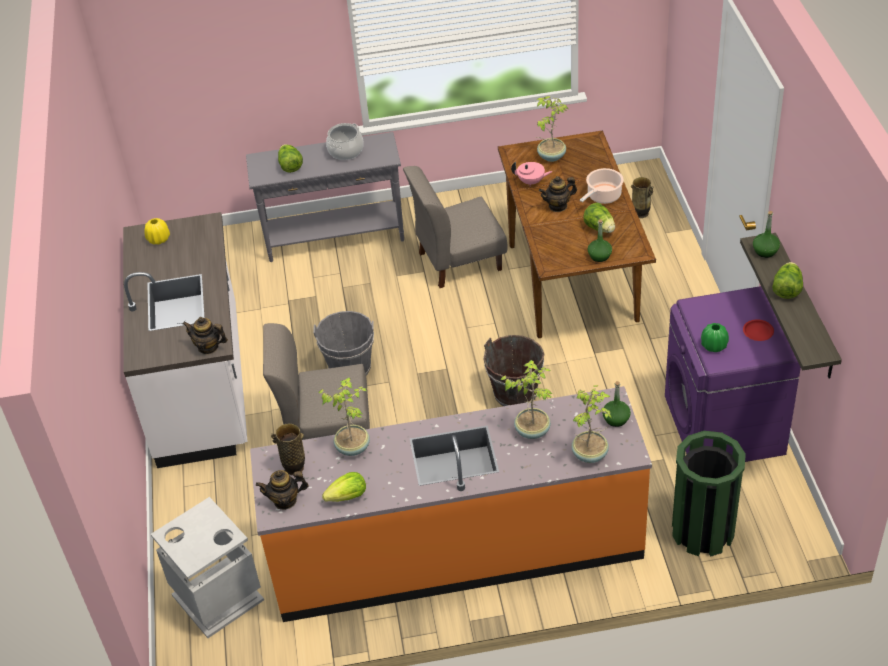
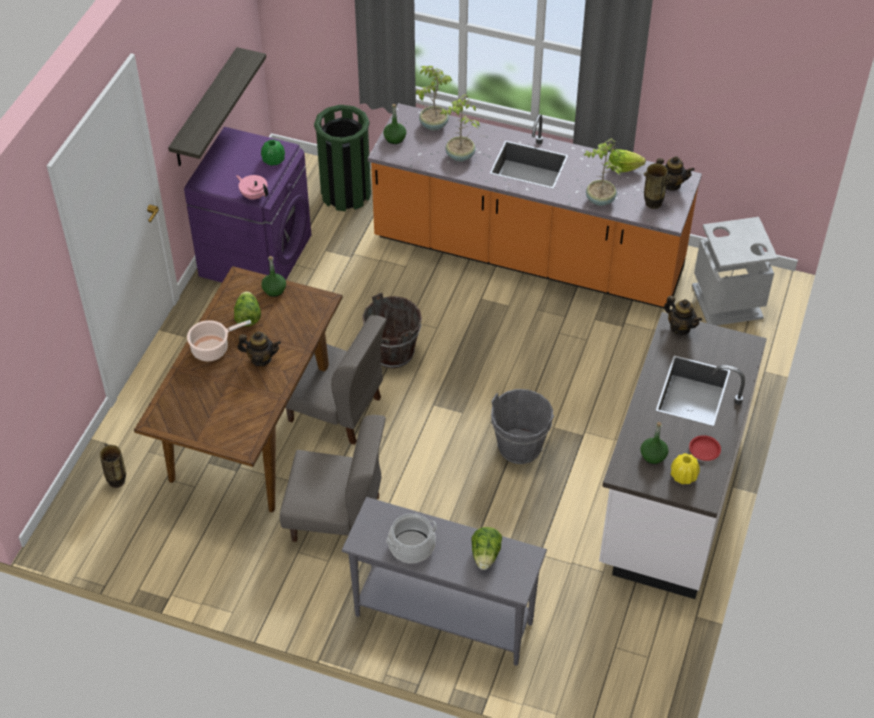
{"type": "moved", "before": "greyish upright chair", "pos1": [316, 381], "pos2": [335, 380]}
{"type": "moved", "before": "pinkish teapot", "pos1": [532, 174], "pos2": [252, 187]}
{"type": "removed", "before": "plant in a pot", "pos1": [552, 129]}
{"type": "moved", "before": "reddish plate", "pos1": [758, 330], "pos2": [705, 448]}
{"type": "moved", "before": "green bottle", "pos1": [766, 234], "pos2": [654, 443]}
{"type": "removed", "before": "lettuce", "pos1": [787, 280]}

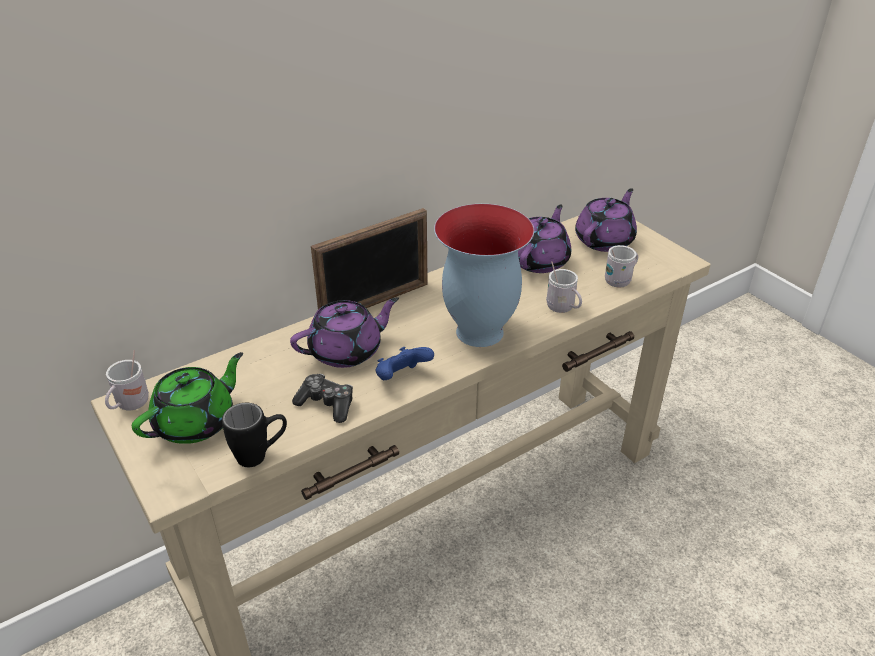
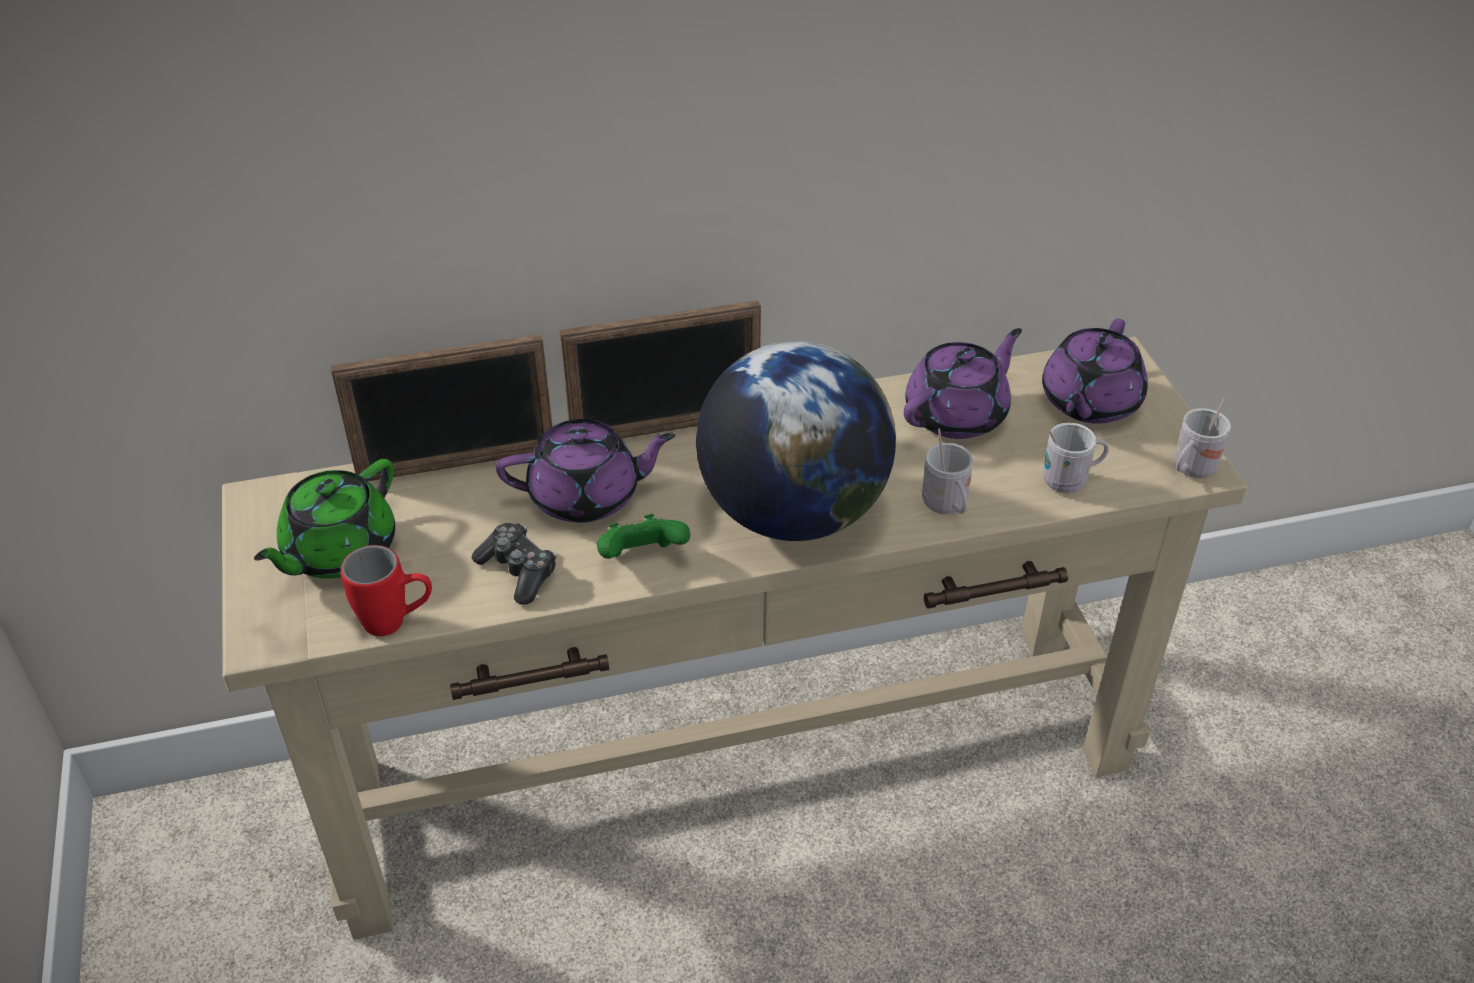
{"type": "moved", "before": "white-coloured coffee mug", "pos1": [127, 380], "pos2": [1202, 438]}
{"type": "turned", "before": "green teapot", "pos1": [187, 398], "pos2": [324, 519], "turn": 150}
{"type": "recoloured", "before": "black-coloured coffee mug", "after": "reddish coffee mug", "pos1": [254, 435], "pos2": [386, 590]}
{"type": "recoloured", "before": "blue game controller", "after": "green game controller", "pos1": [404, 363], "pos2": [643, 536]}
{"type": "replaced", "before": "flower vase", "after": "globe", "pos1": [484, 275], "pos2": [796, 441]}
{"type": "turned", "before": "purple teapot", "pos1": [606, 220], "pos2": [1095, 371], "turn": 150}
{"type": "added", "after": "photo frame", "pos2": [441, 407]}

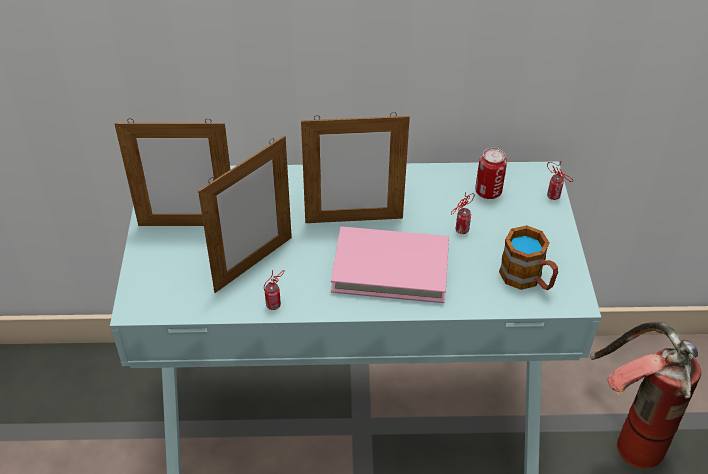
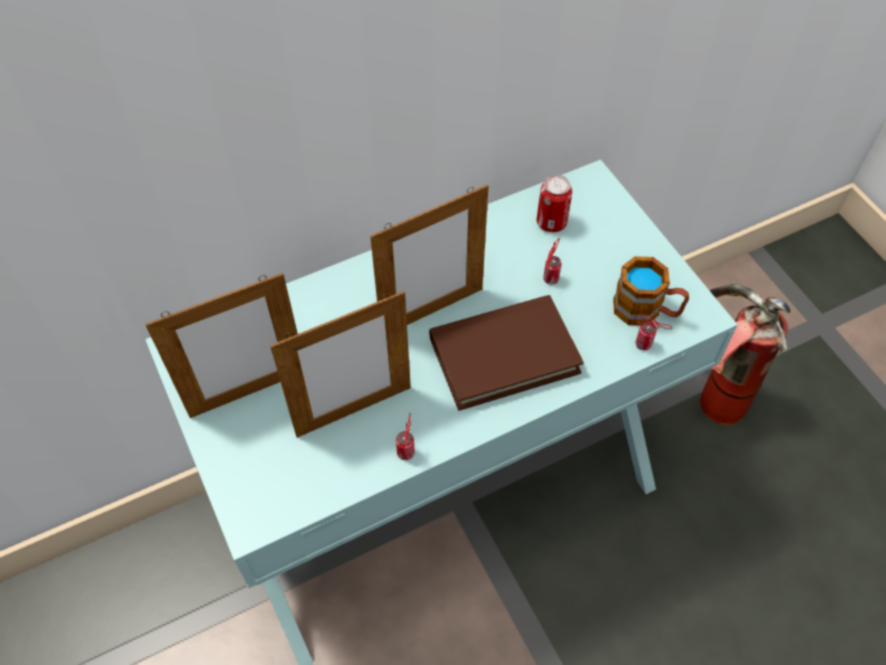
{"type": "turned", "before": "photo frame", "pos1": [245, 214], "pos2": [340, 364], "turn": 45}
{"type": "recoloured", "before": "pinkish volume", "after": "brownish volume", "pos1": [390, 265], "pos2": [506, 353]}
{"type": "moved", "before": "metal can", "pos1": [560, 181], "pos2": [653, 331]}

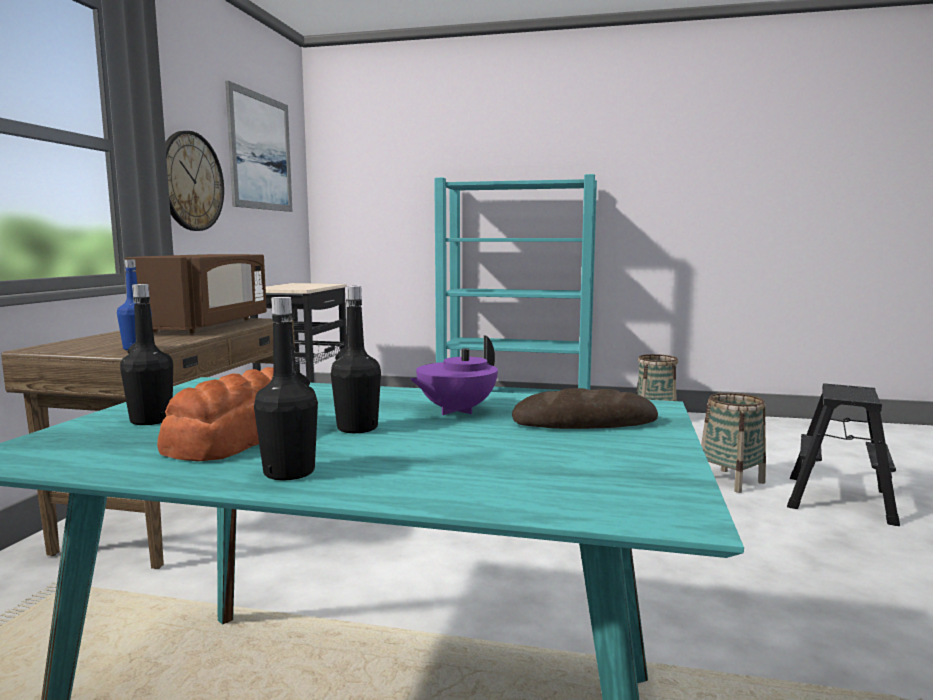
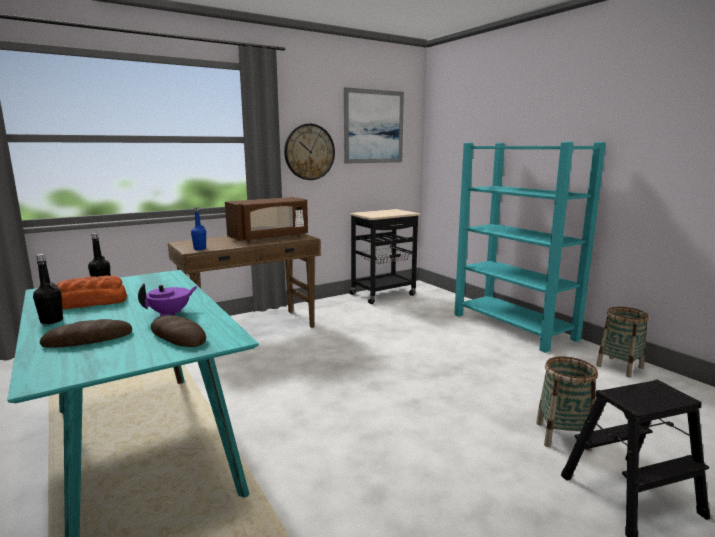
{"type": "removed", "before": "black-coloured bottle", "pos1": [356, 359]}
{"type": "turned", "before": "purple teapot", "pos1": [454, 375], "pos2": [168, 300], "turn": 135}
{"type": "added", "after": "baked bread", "pos2": [86, 333]}

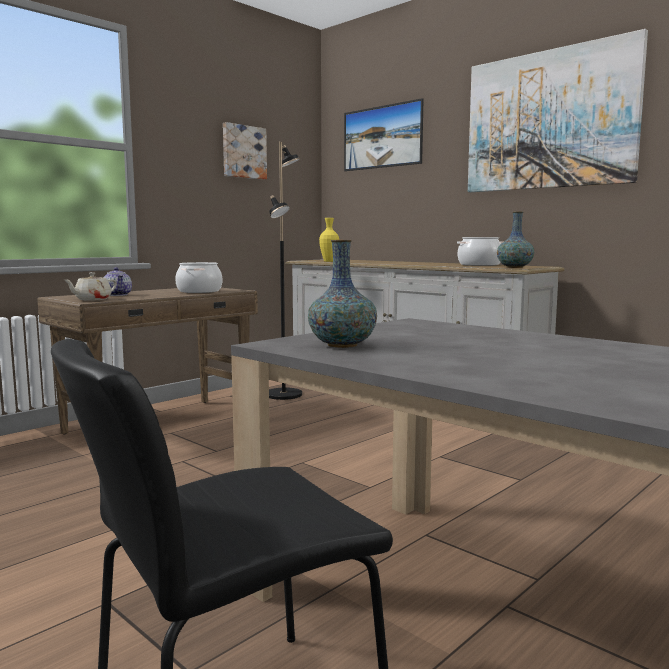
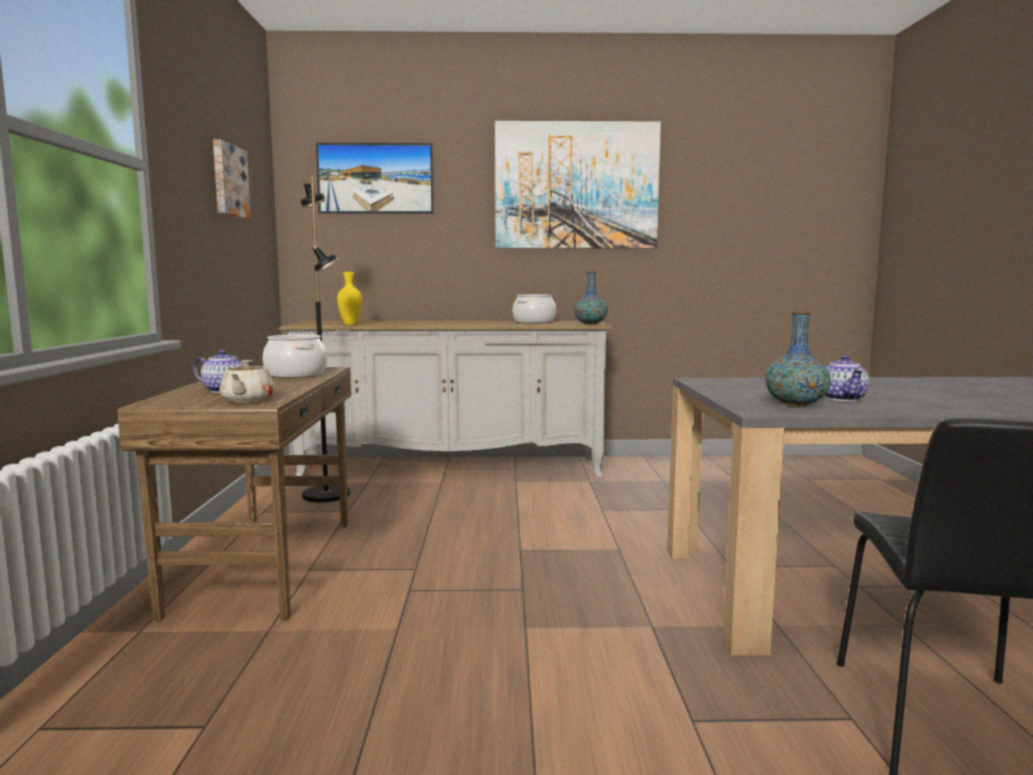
{"type": "added", "after": "teapot", "pos2": [847, 378]}

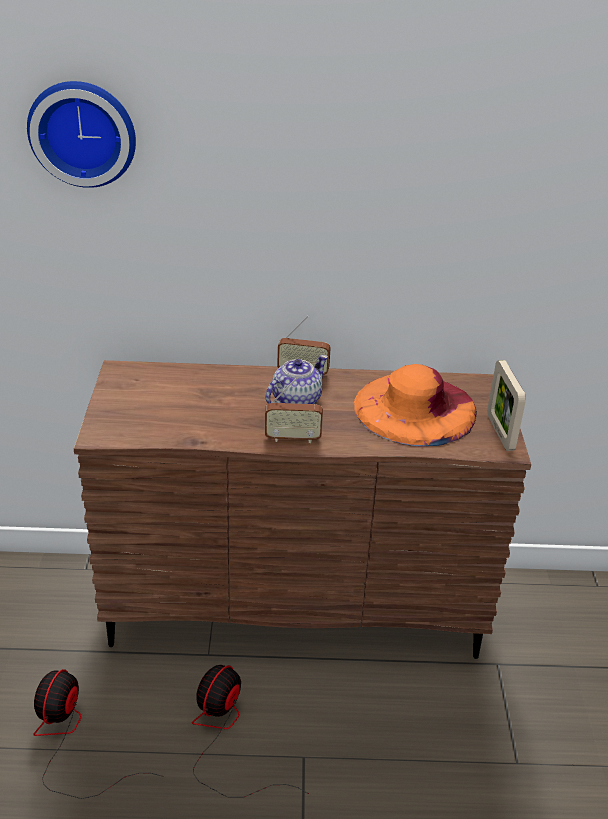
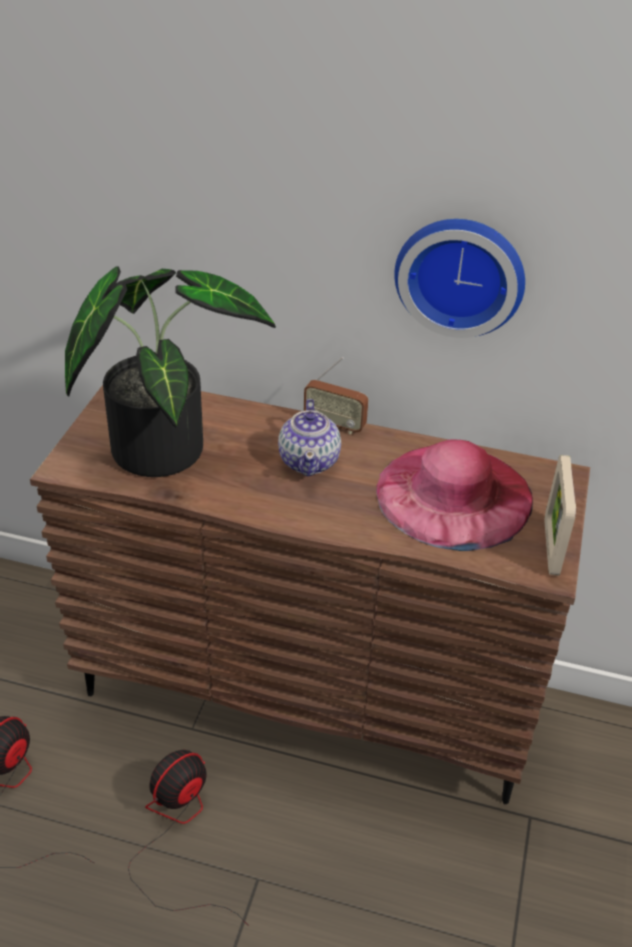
{"type": "moved", "before": "hanging clock", "pos1": [81, 134], "pos2": [459, 278]}
{"type": "turned", "before": "teapot", "pos1": [296, 379], "pos2": [309, 437], "turn": 120}
{"type": "removed", "before": "radio set", "pos1": [294, 410]}
{"type": "recoloured", "before": "orange wearable hat", "after": "pinkish wearable hat", "pos1": [415, 405], "pos2": [454, 495]}
{"type": "added", "after": "plant in a pot", "pos2": [170, 371]}

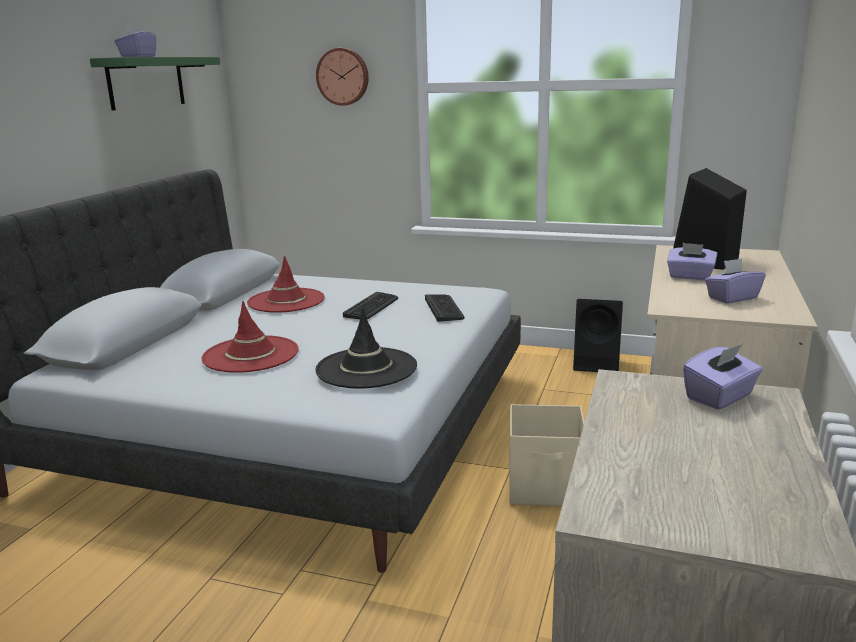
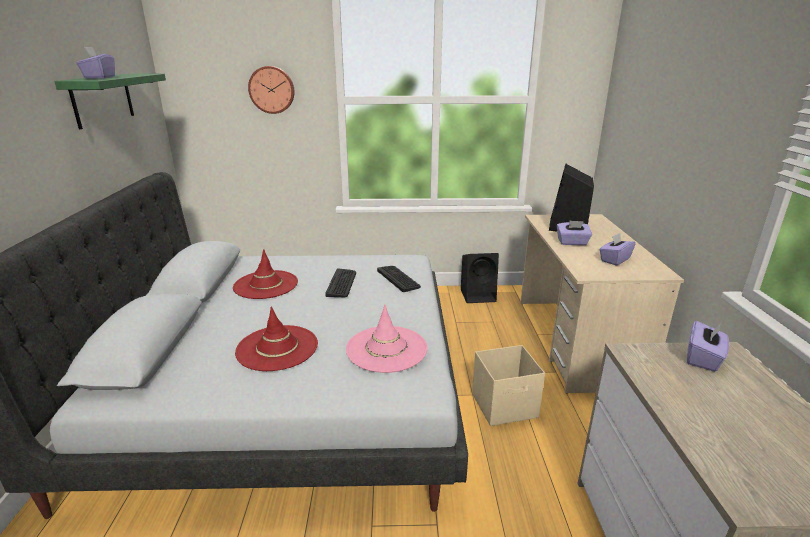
{"type": "recoloured", "before": "black-coloured wearable hat", "after": "pinkish wearable hat", "pos1": [366, 349], "pos2": [386, 339]}

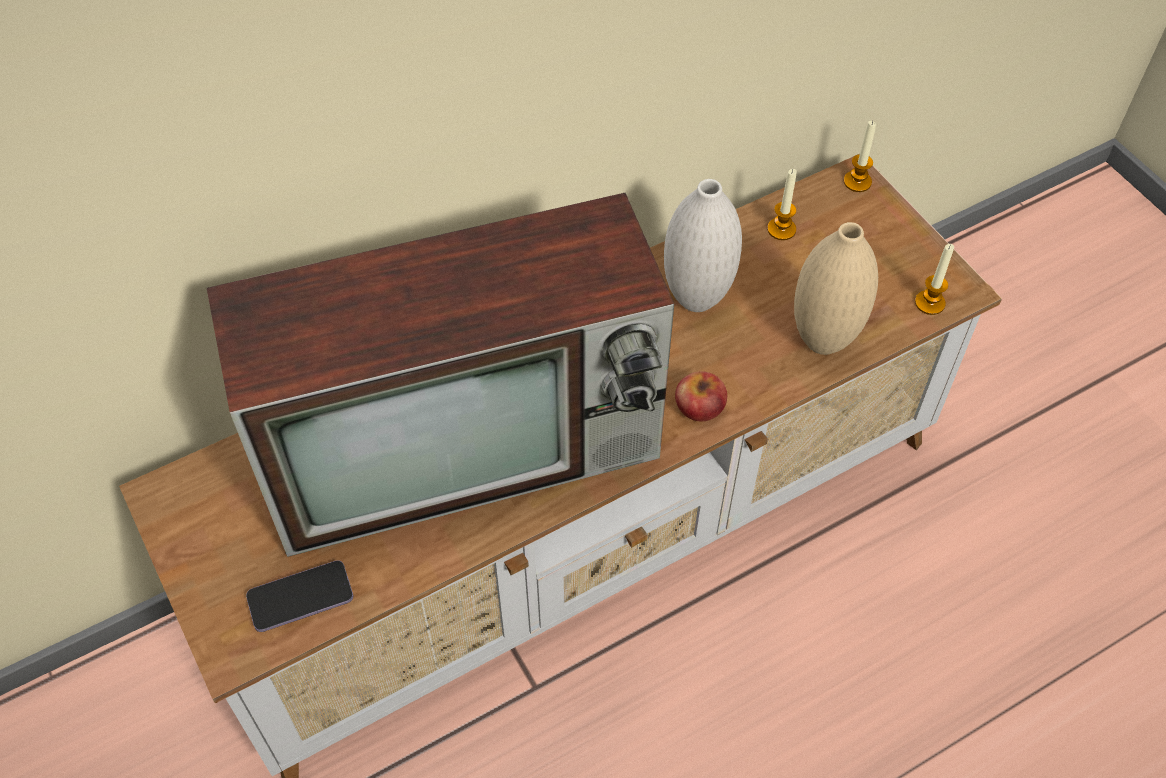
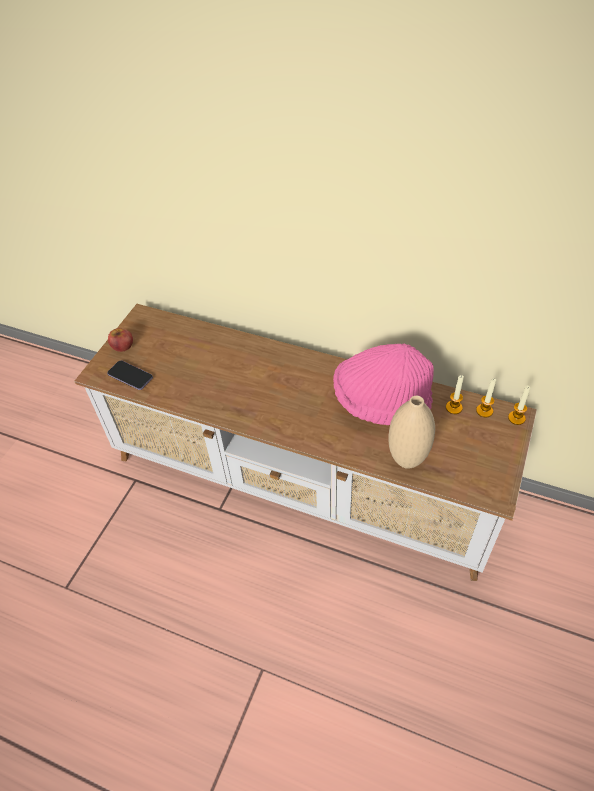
{"type": "removed", "before": "television", "pos1": [440, 375]}
{"type": "replaced", "before": "white-coloured flower vase", "after": "pinkish wearable hat", "pos1": [703, 245], "pos2": [383, 384]}
{"type": "moved", "before": "apple", "pos1": [701, 396], "pos2": [120, 340]}
{"type": "moved", "before": "wax candle", "pos1": [934, 279], "pos2": [486, 398]}

